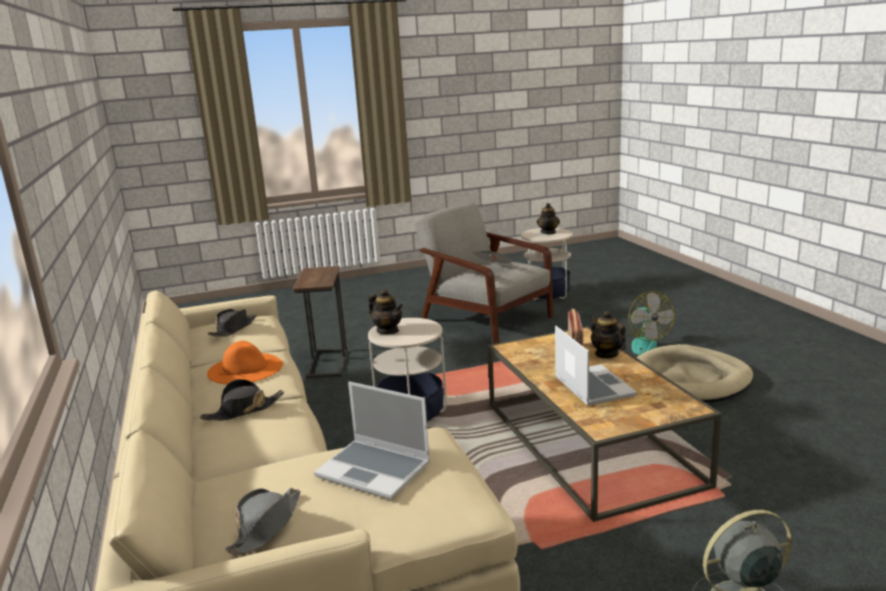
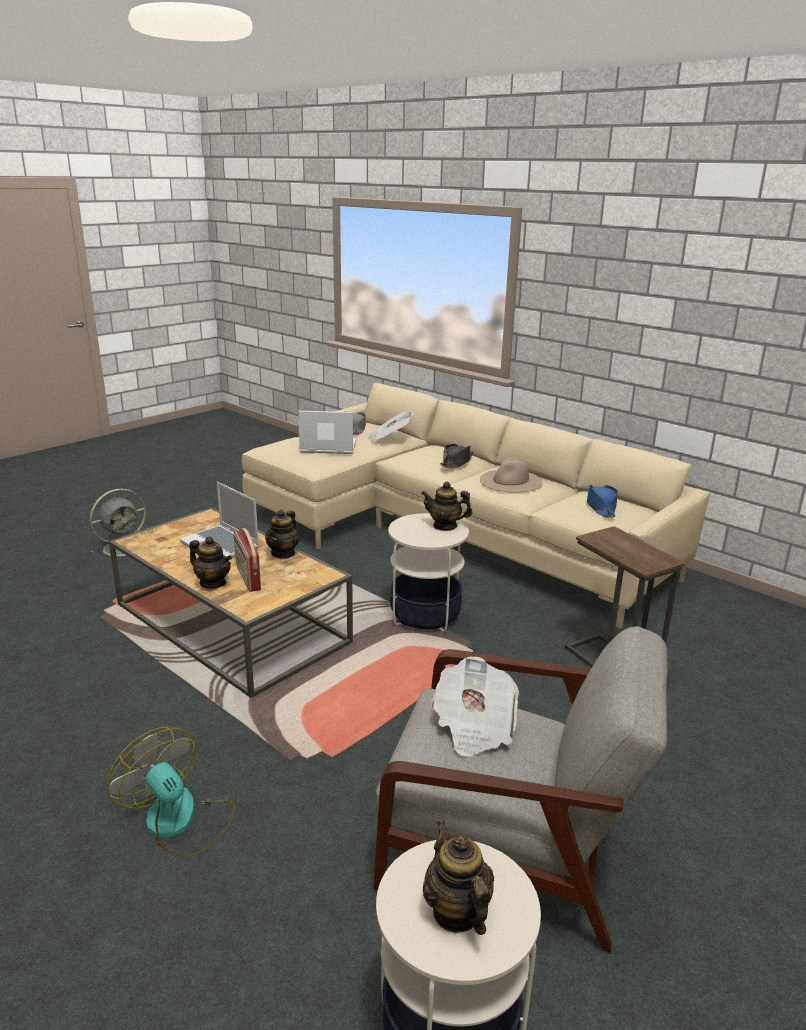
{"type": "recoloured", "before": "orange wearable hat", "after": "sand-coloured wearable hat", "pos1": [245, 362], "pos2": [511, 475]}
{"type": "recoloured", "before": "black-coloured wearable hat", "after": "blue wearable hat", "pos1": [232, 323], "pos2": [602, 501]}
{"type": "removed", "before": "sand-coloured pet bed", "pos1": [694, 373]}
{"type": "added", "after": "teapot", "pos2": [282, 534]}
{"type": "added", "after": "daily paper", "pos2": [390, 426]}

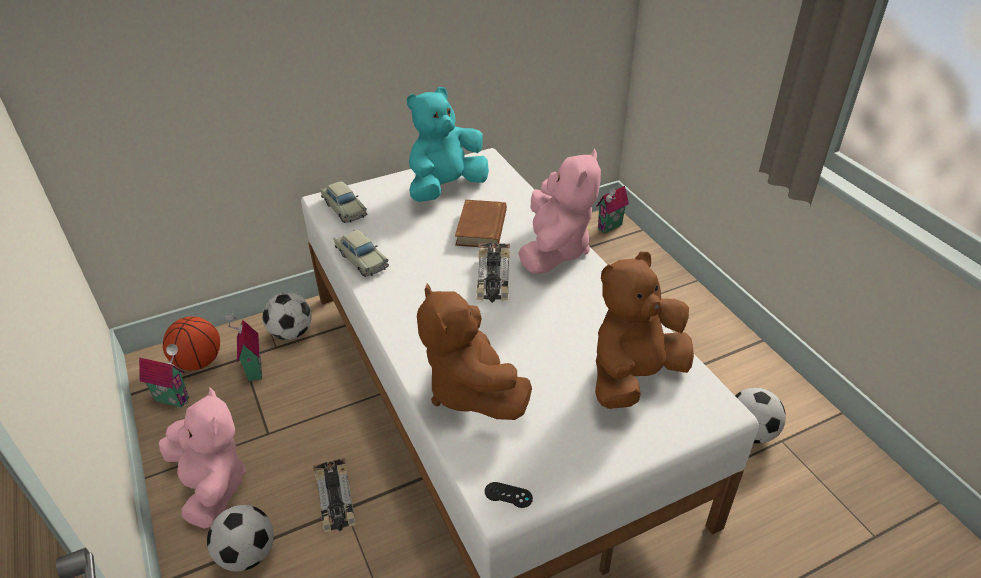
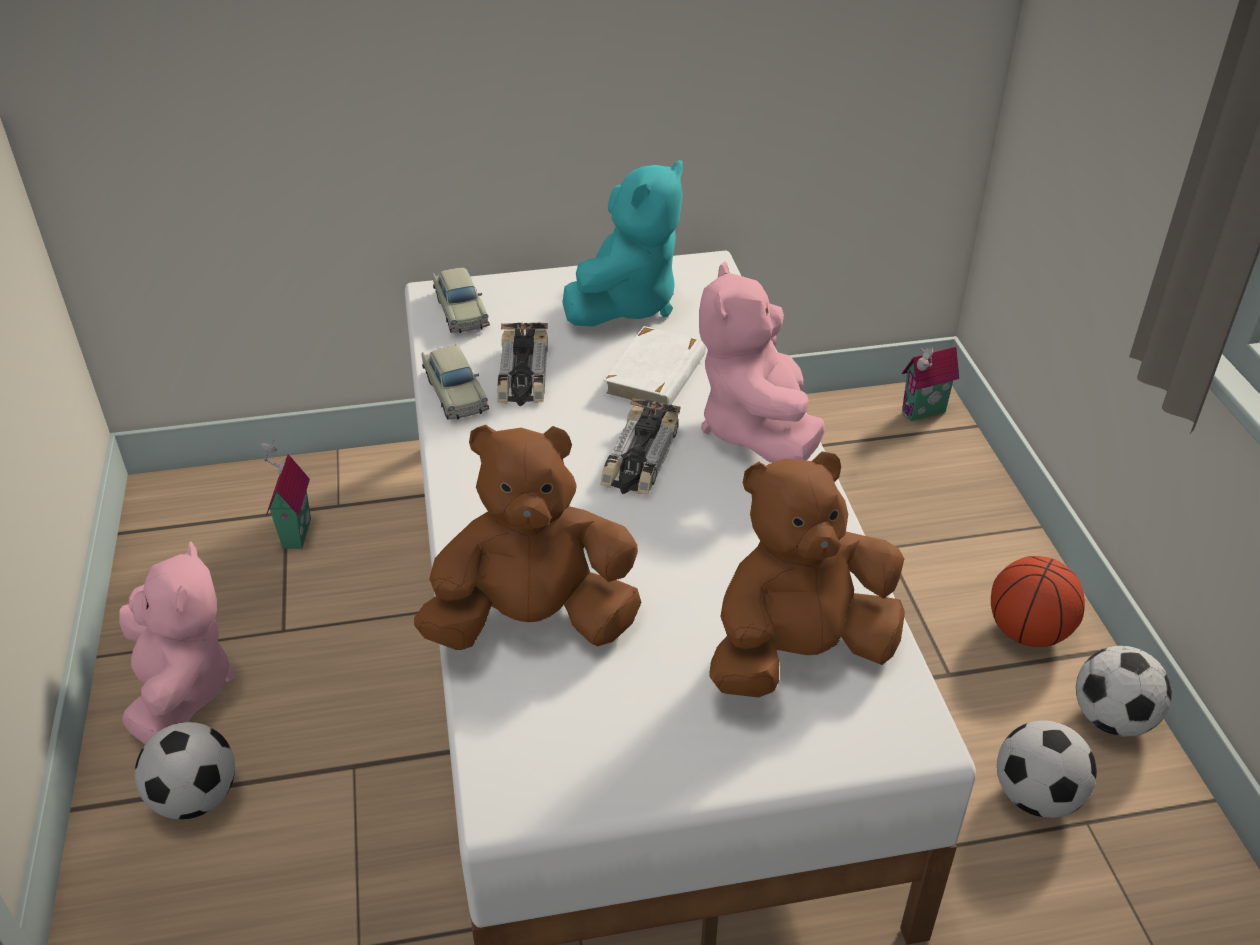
{"type": "removed", "before": "toy house", "pos1": [164, 376]}
{"type": "moved", "before": "basketball", "pos1": [191, 343], "pos2": [1038, 601]}
{"type": "moved", "before": "ball for football", "pos1": [287, 316], "pos2": [1124, 691]}
{"type": "moved", "before": "toy car", "pos1": [334, 495], "pos2": [522, 364]}
{"type": "turned", "before": "turquoise cuddly toy", "pos1": [448, 144], "pos2": [622, 243], "turn": 150}
{"type": "turned", "before": "brownish cuddly toy", "pos1": [474, 352], "pos2": [528, 537], "turn": 90}
{"type": "recoloured", "before": "brownish volume", "after": "white-coloured volume", "pos1": [481, 223], "pos2": [654, 365]}
{"type": "removed", "before": "black-coloured game controller", "pos1": [509, 495]}
{"type": "turned", "before": "pinkish cuddly toy", "pos1": [559, 211], "pos2": [762, 362], "turn": 150}

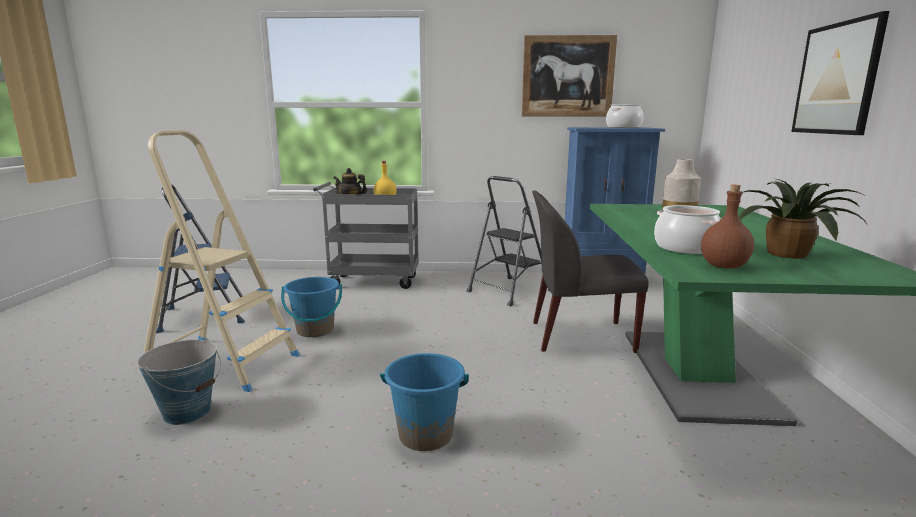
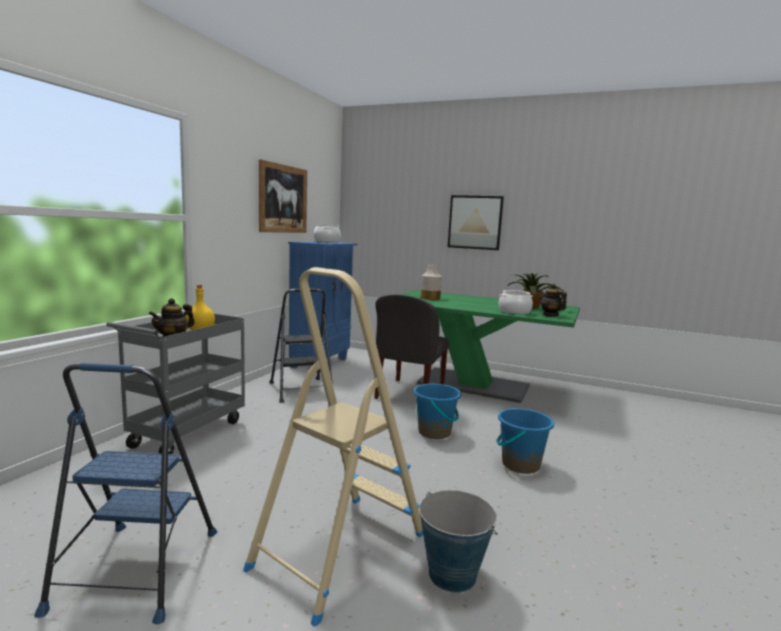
{"type": "moved", "before": "blue water bucket", "pos1": [311, 307], "pos2": [437, 411]}
{"type": "replaced", "before": "brownish bottle", "after": "teapot", "pos1": [727, 227], "pos2": [553, 300]}

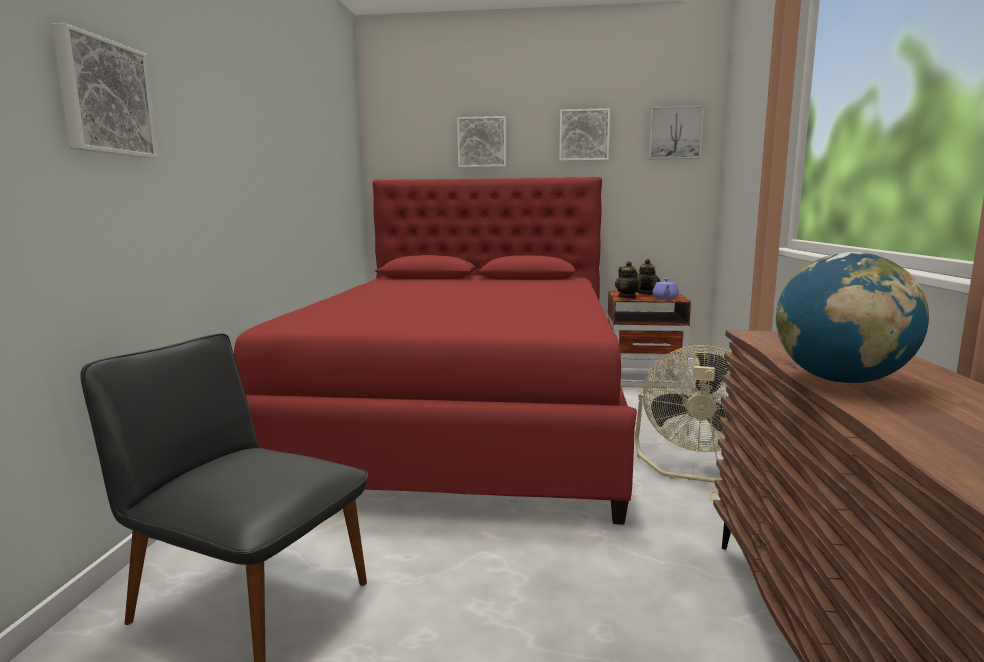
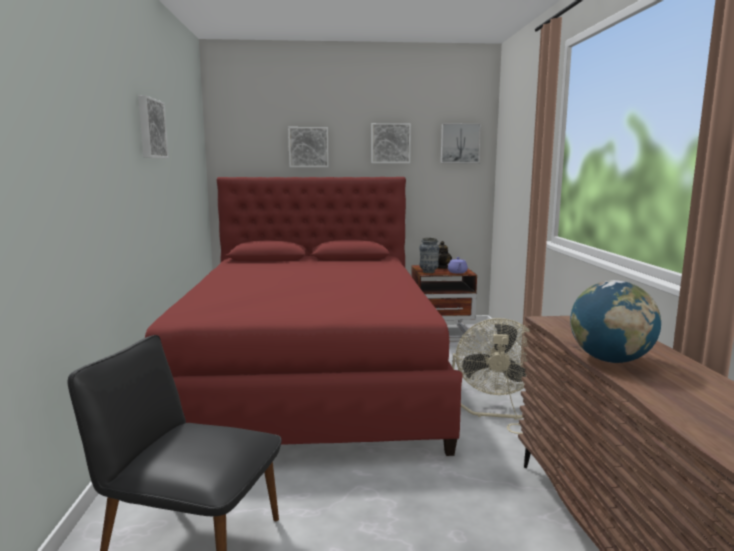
{"type": "moved", "before": "wall art", "pos1": [105, 91], "pos2": [153, 127]}
{"type": "replaced", "before": "teapot", "after": "flower vase", "pos1": [628, 279], "pos2": [429, 255]}

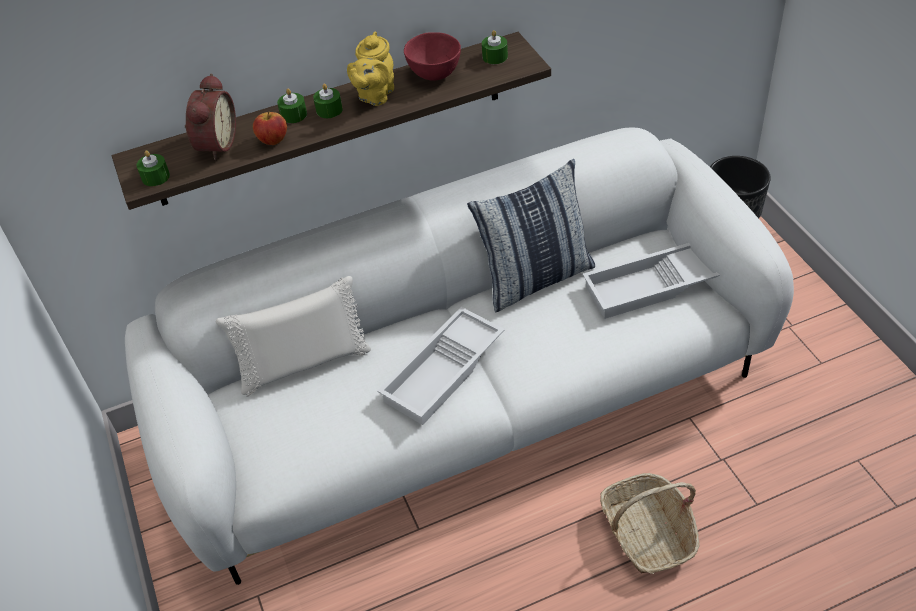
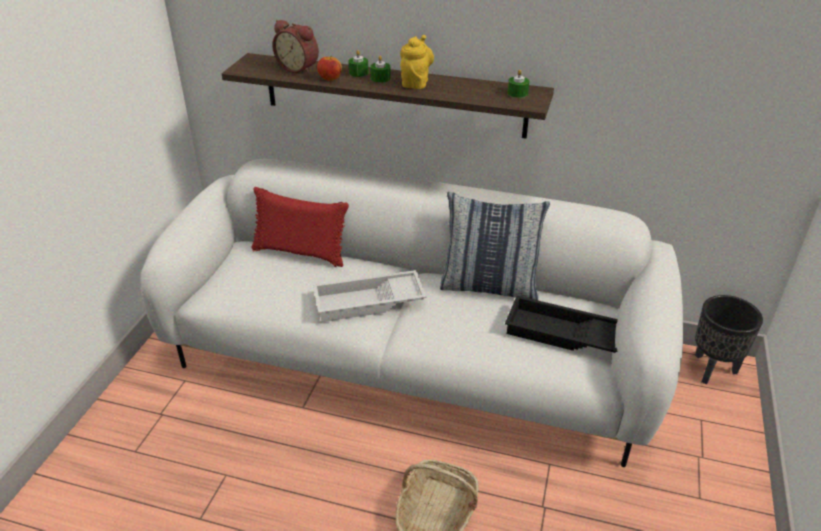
{"type": "removed", "before": "green wax candle", "pos1": [153, 168]}
{"type": "turned", "before": "alarm clock", "pos1": [210, 117], "pos2": [296, 47], "turn": 75}
{"type": "recoloured", "before": "white-coloured throw pillow", "after": "reddish throw pillow", "pos1": [293, 336], "pos2": [300, 227]}
{"type": "turned", "before": "yellowish teapot", "pos1": [370, 68], "pos2": [417, 62], "turn": 135}
{"type": "removed", "before": "reddish serving bowl", "pos1": [432, 56]}
{"type": "recoloured", "before": "white-coloured tray", "after": "black-coloured tray", "pos1": [651, 281], "pos2": [561, 324]}

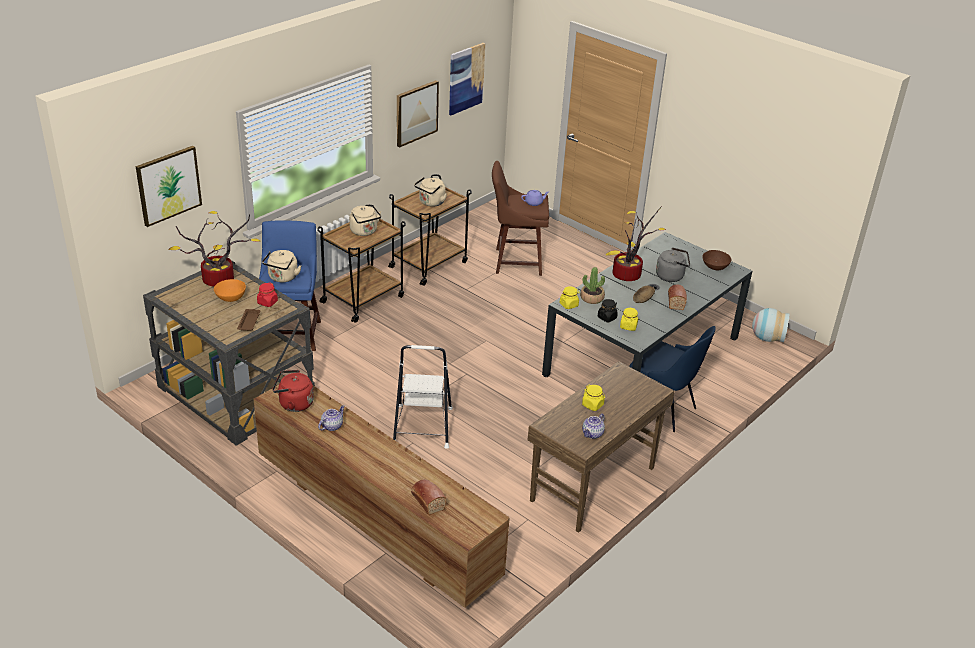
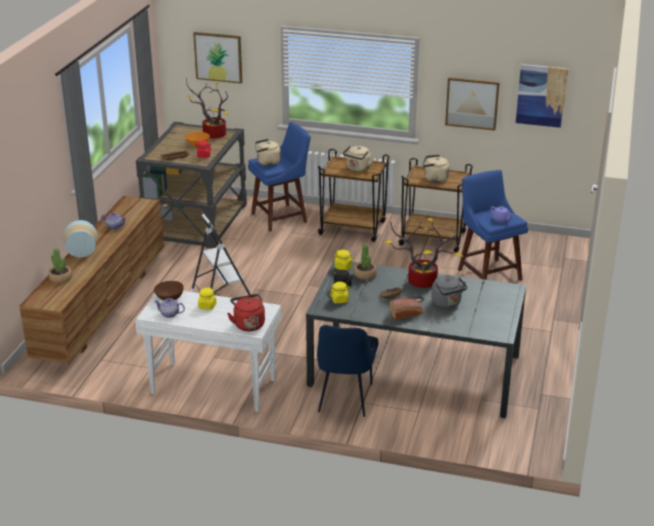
{"type": "moved", "before": "reddish kettle", "pos1": [293, 391], "pos2": [246, 312]}
{"type": "replaced", "before": "baked bread", "after": "plant in a pot", "pos1": [428, 497], "pos2": [60, 265]}
{"type": "recoloured", "before": "brownish sitting stool", "after": "blue sitting stool", "pos1": [520, 218], "pos2": [493, 230]}
{"type": "recoloured", "before": "brownish hall table", "after": "white-coloured hall table", "pos1": [601, 447], "pos2": [208, 351]}
{"type": "moved", "before": "brownish serving bowl", "pos1": [716, 260], "pos2": [169, 291]}
{"type": "moved", "before": "flower vase", "pos1": [771, 325], "pos2": [80, 239]}

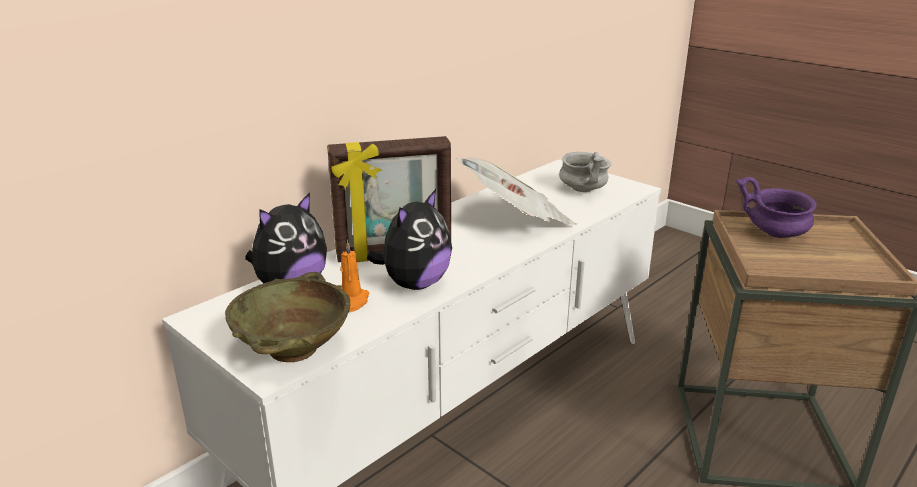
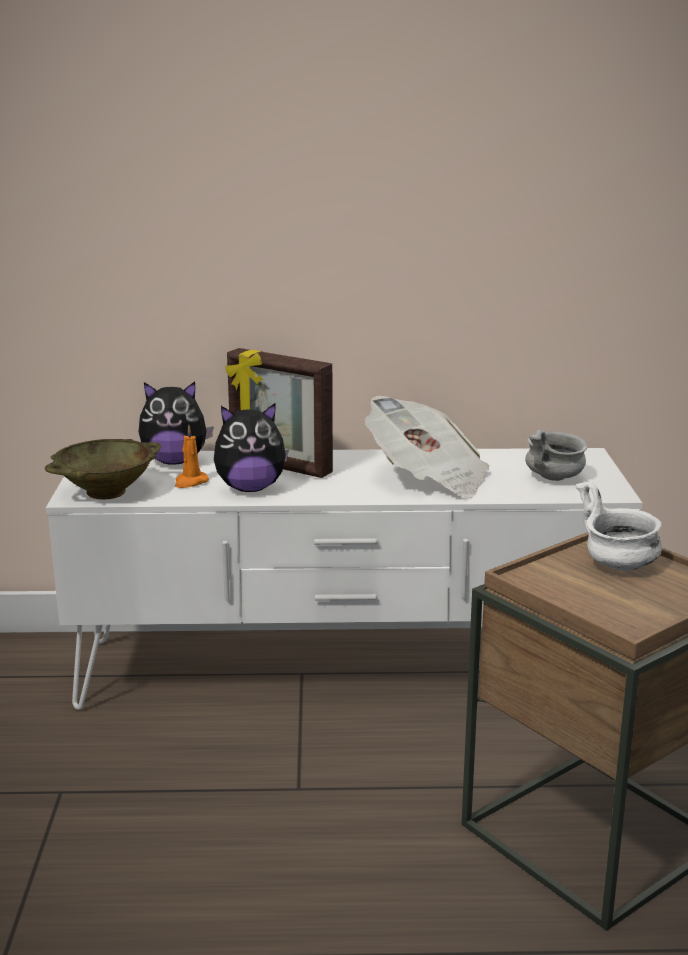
{"type": "recoloured", "before": "purple serving bowl", "after": "white-coloured serving bowl", "pos1": [776, 207], "pos2": [618, 526]}

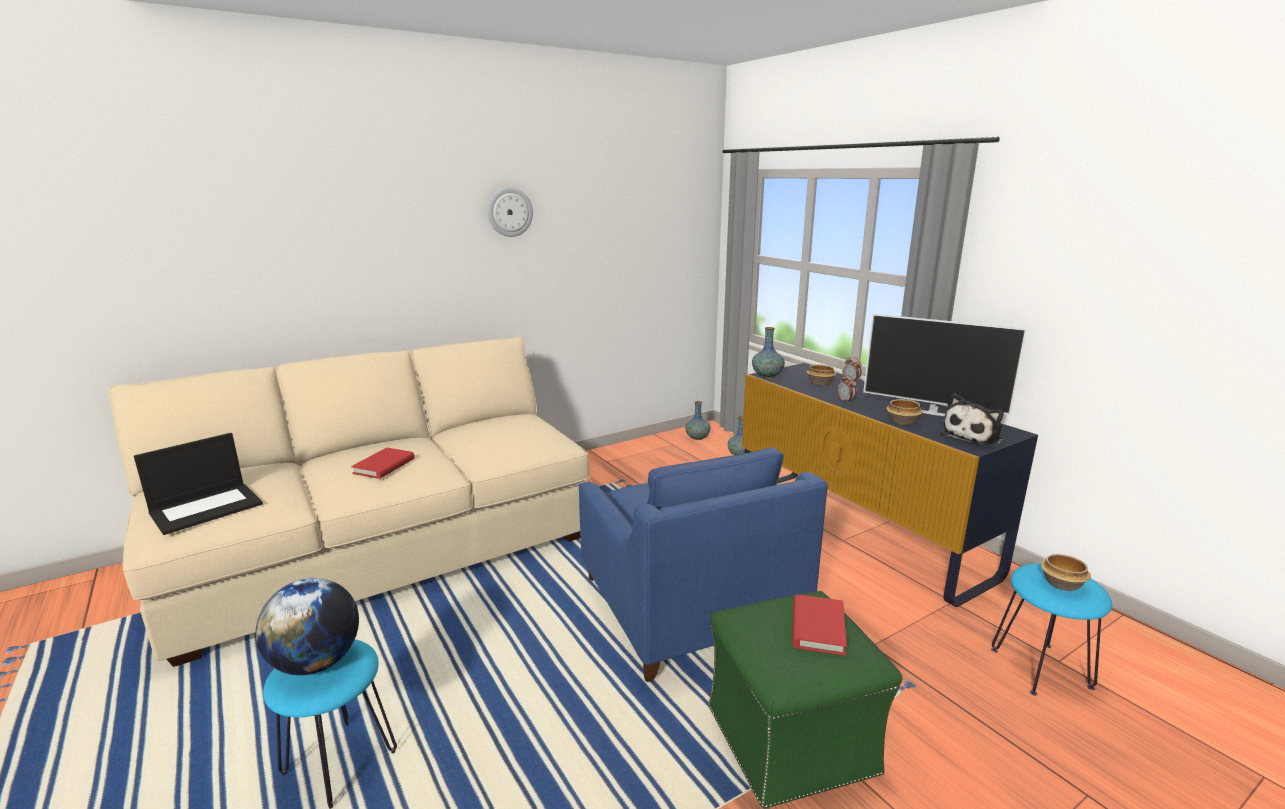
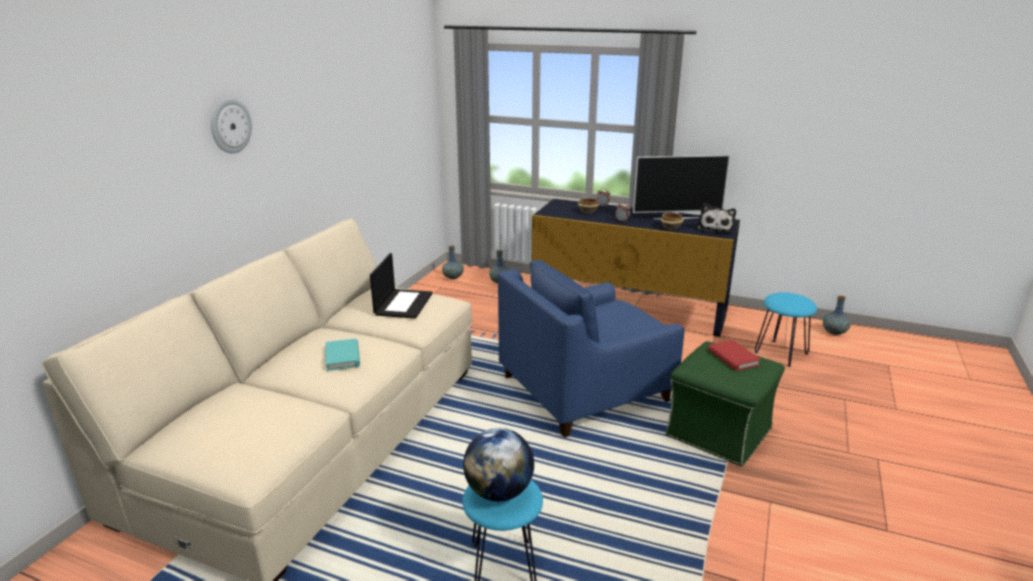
{"type": "moved", "before": "notebook computer", "pos1": [198, 484], "pos2": [401, 286]}
{"type": "recoloured", "before": "reddish volume", "after": "turquoise volume", "pos1": [382, 463], "pos2": [342, 355]}
{"type": "moved", "before": "hanging clock", "pos1": [510, 212], "pos2": [231, 126]}
{"type": "turned", "before": "blue lounge chair", "pos1": [703, 564], "pos2": [591, 349], "turn": 120}
{"type": "moved", "before": "flower vase", "pos1": [768, 352], "pos2": [837, 315]}
{"type": "removed", "before": "serving bowl", "pos1": [1066, 572]}

